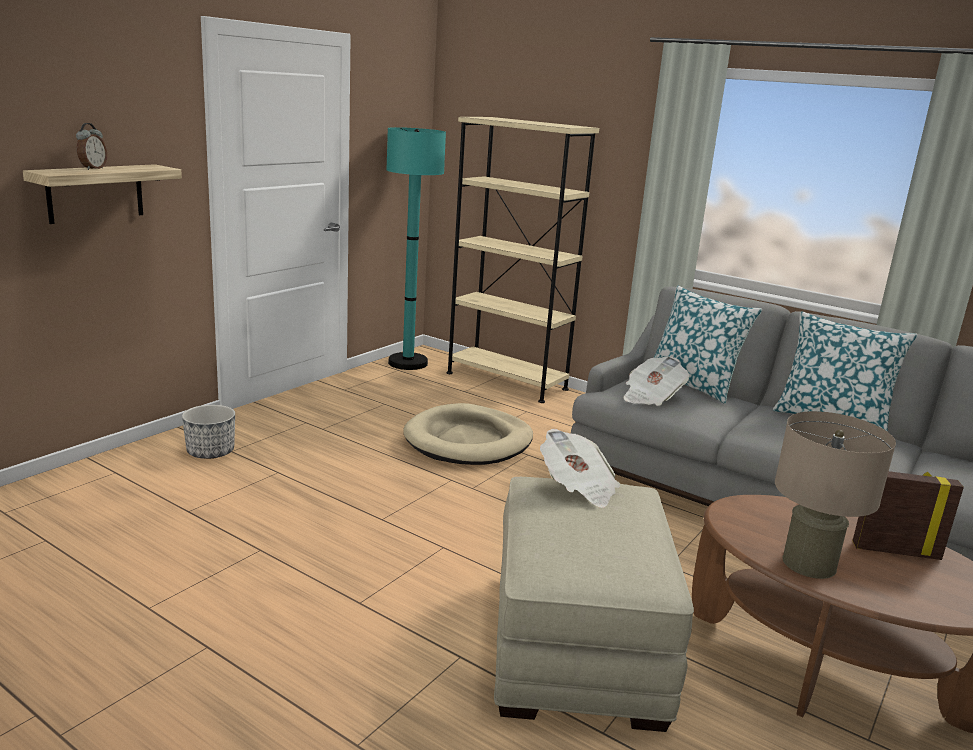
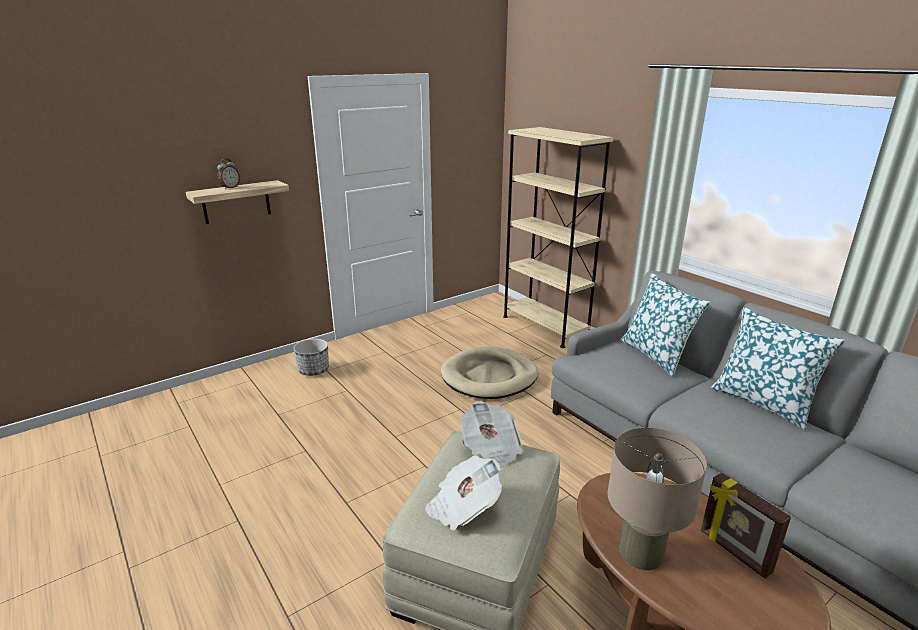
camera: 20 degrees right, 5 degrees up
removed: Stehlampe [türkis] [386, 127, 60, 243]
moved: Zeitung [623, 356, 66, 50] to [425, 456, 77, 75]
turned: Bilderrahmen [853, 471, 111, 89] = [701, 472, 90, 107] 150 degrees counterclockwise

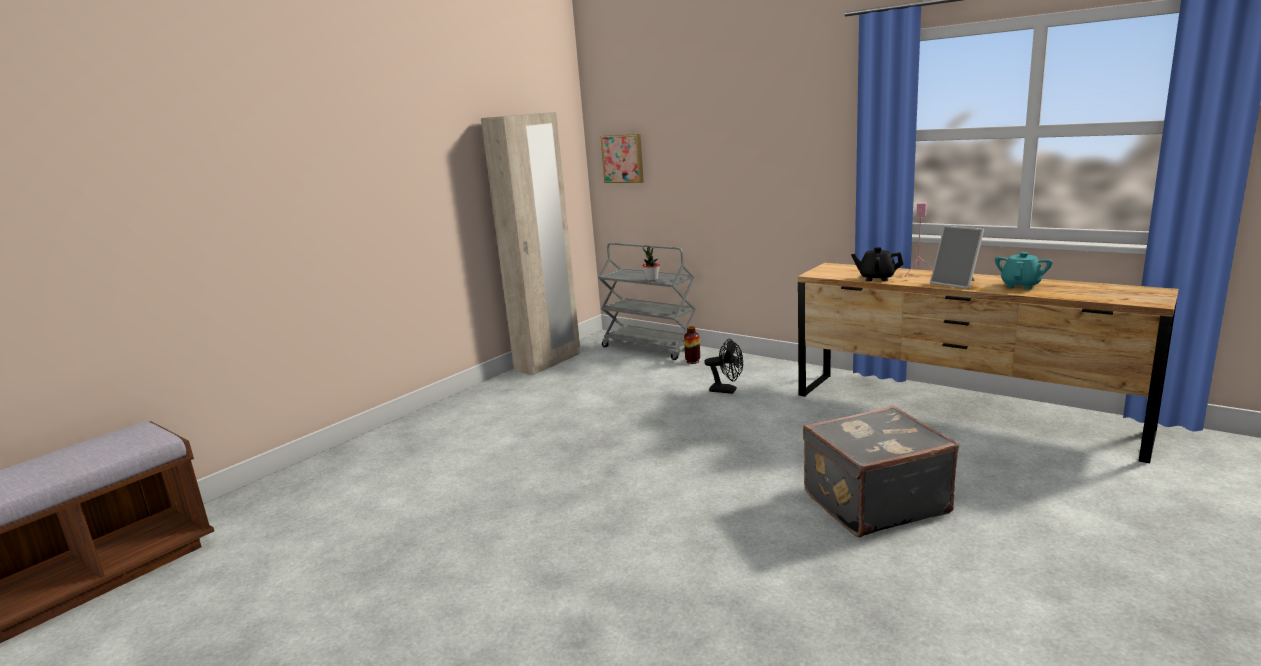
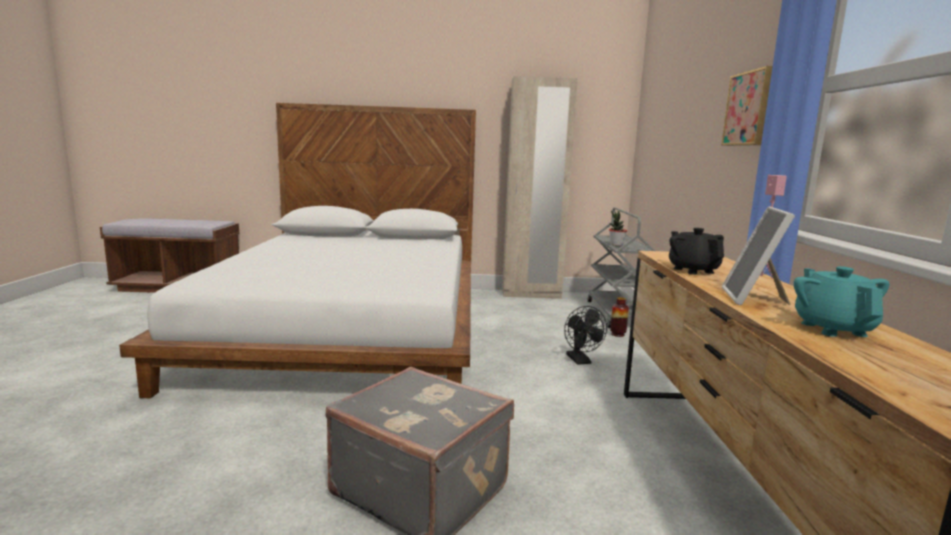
camera: 50 degrees right, 5 degrees down
added: Bett [weiß] [119, 103, 357, 295]
moved: Bild [600, 134, 44, 49] to [721, 66, 52, 80]
turned: Teekanne [türkis] [995, 252, 58, 38] = [794, 266, 95, 71] 90 degrees counterclockwise

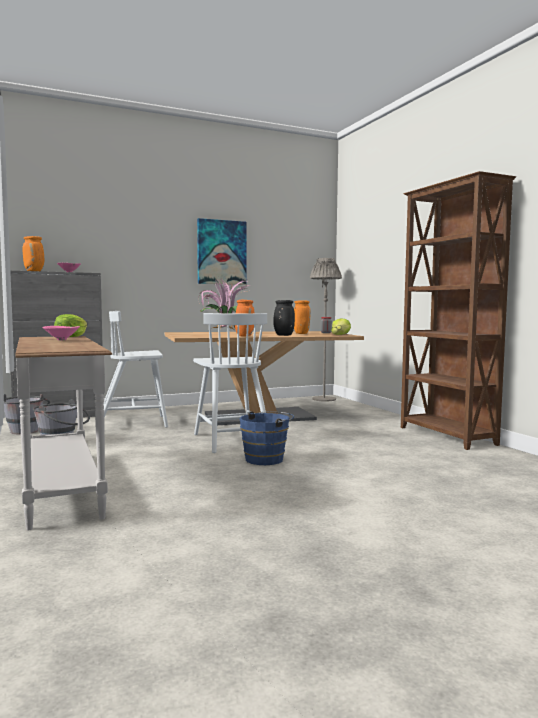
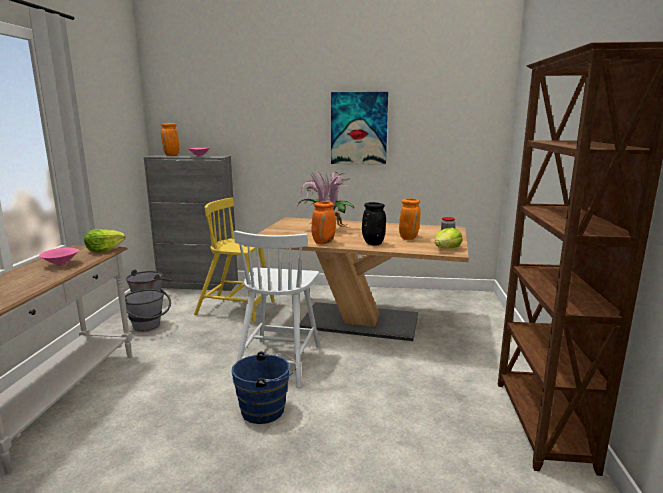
camera: 30 degrees right, 10 degrees up
removed: Stehlampe [grau] [310, 258, 32, 144]
recoloured: Stuhl [weiß] [104, 311, 64, 117] to Stuhl [gelb] [194, 198, 81, 124]

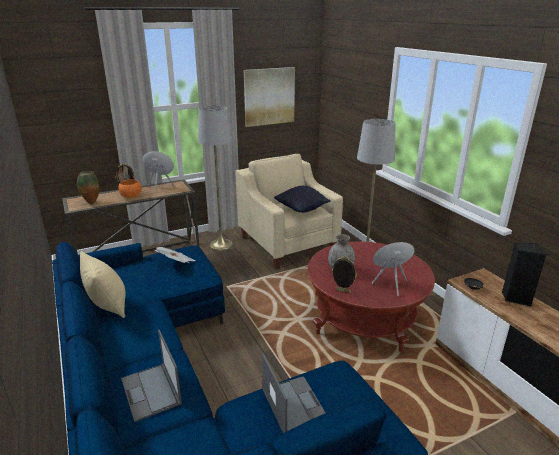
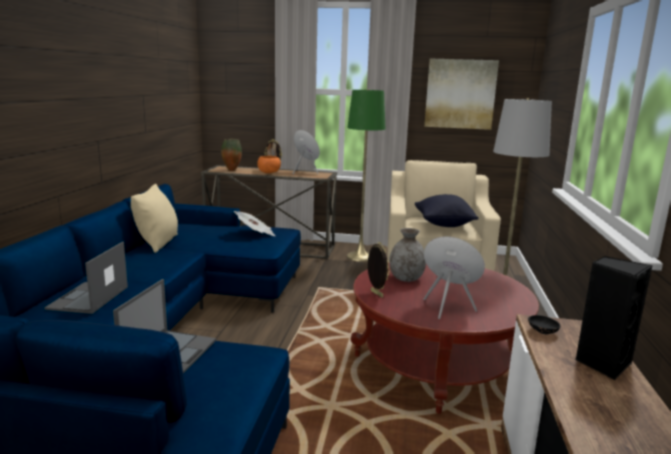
camera: 35 degrees right, 10 degrees down
recoloured: Stehlampe [grau] [198, 106, 35, 145] to Stehlampe [grün] [347, 89, 39, 173]

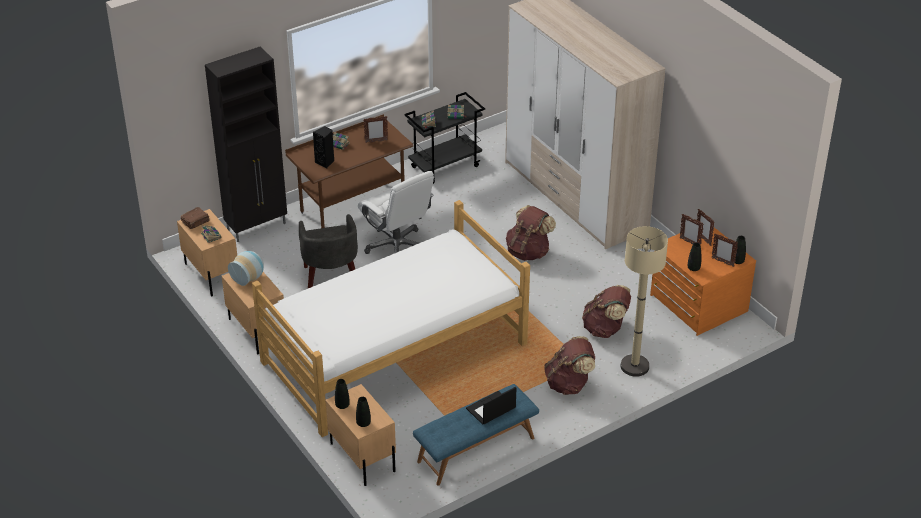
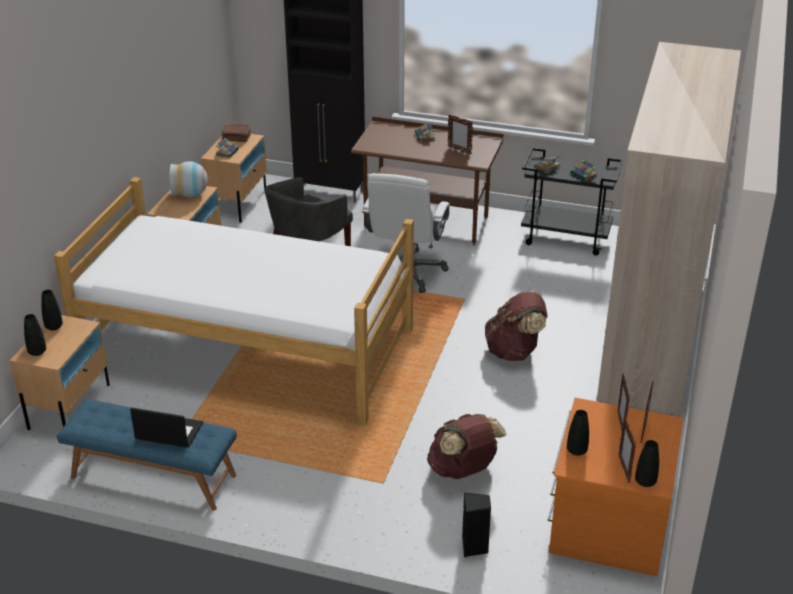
camera: 50 degrees right, 5 degrees down
removed: Rucksack [braun] [544, 336, 51, 59]; Stehlampe [beige] [621, 226, 47, 151]
moved: Lautsprecher [schwarz] [313, 126, 21, 42] to [462, 492, 29, 65]

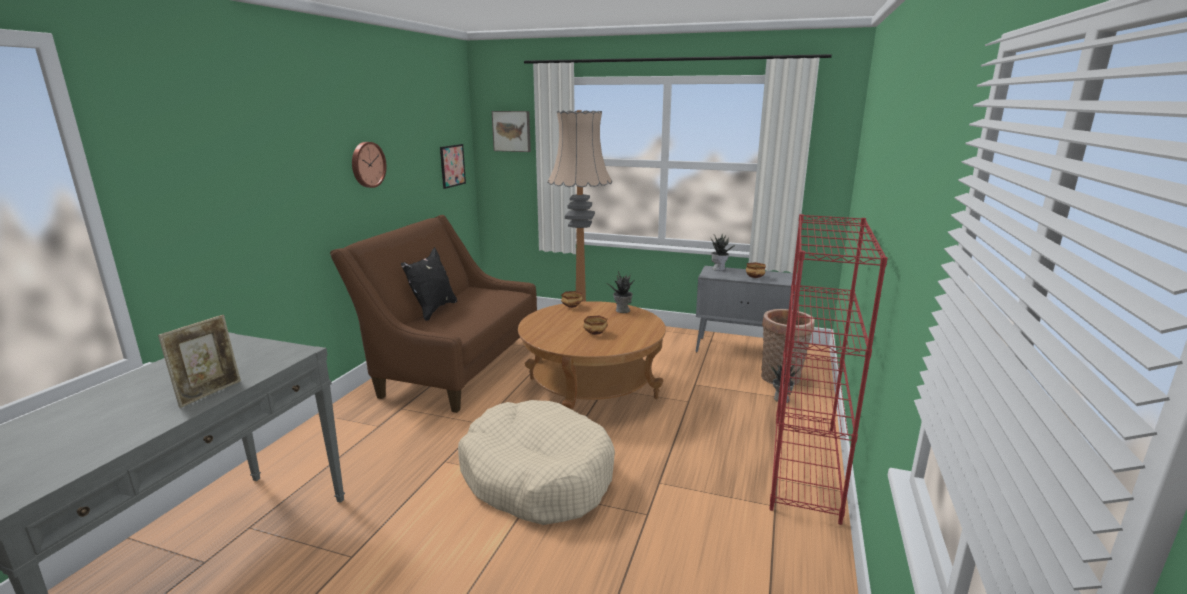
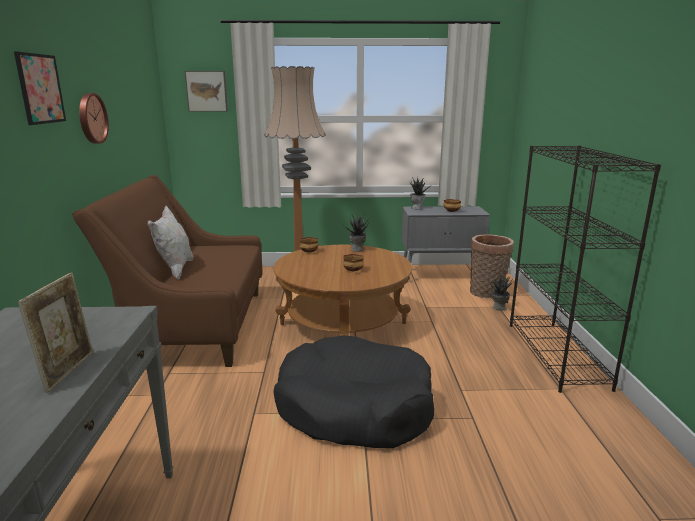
camera: 20 degrees left, 0 degrees up
moved: Bild [440, 144, 26, 45] to [14, 51, 52, 74]
recoloured: Kissen [schwarz] [401, 247, 56, 74] to Kissen [weiß] [147, 206, 47, 74]; Hundebett [beige] [458, 400, 157, 125] to Hundebett [schwarz] [273, 335, 161, 113]; Bücherregal [rot] [769, 214, 119, 311] to Bücherregal [schwarz] [510, 145, 151, 248]

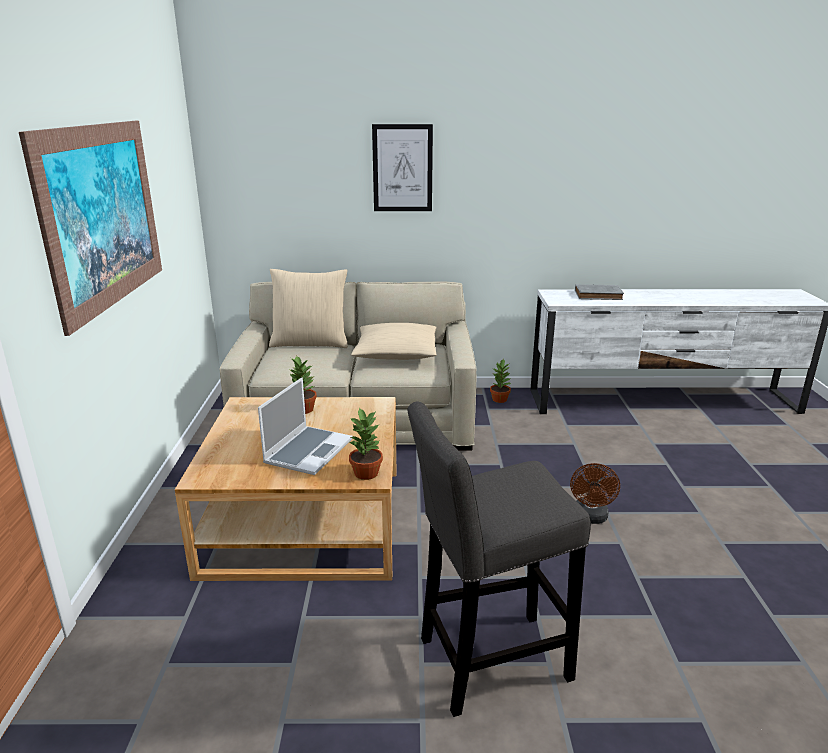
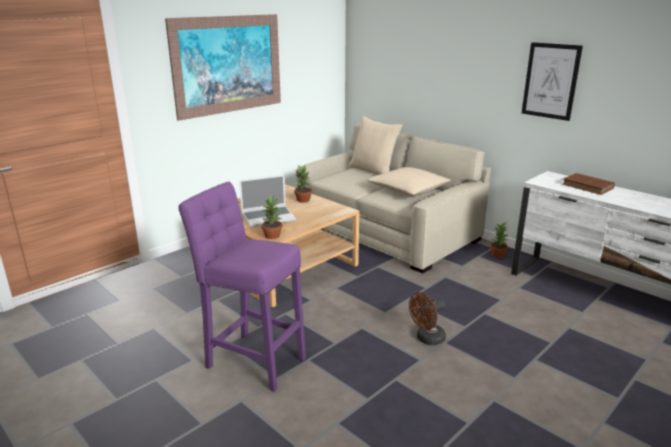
camera: 45 degrees right, 0 degrees up
moved: Bild [372, 124, 61, 87] to [522, 42, 61, 79]
recoloured: Hocker [grau] [408, 402, 183, 315] to Hocker [lila] [178, 182, 128, 210]; Buch [grau] [575, 284, 49, 16] to Buch [braun] [562, 173, 53, 22]

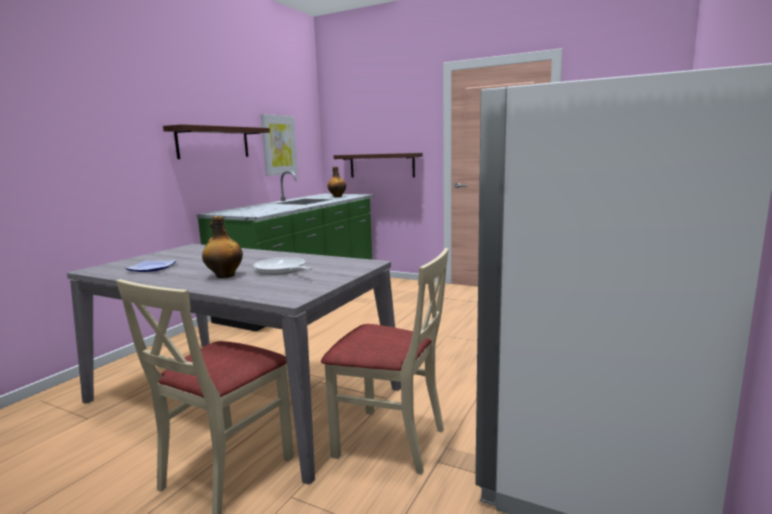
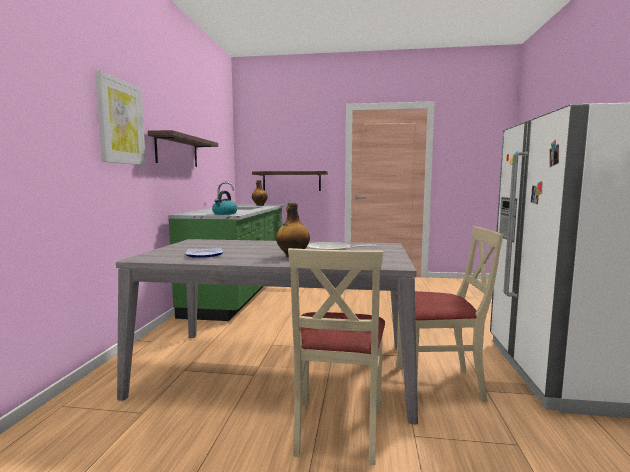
camera: 20 degrees left, 5 degrees down
added: Wasserkessel [212, 191, 25, 24]
moved: Bild [261, 114, 37, 62] to [95, 70, 51, 95]

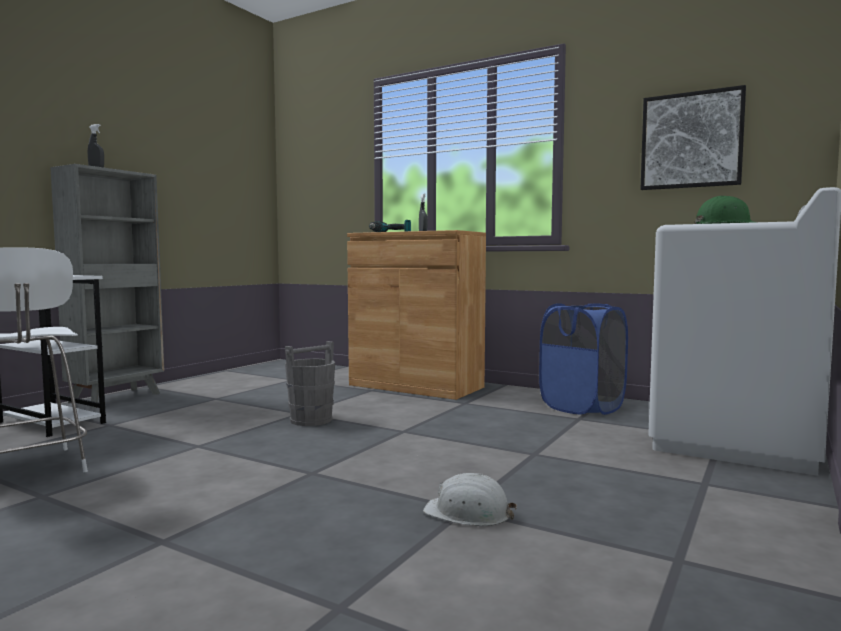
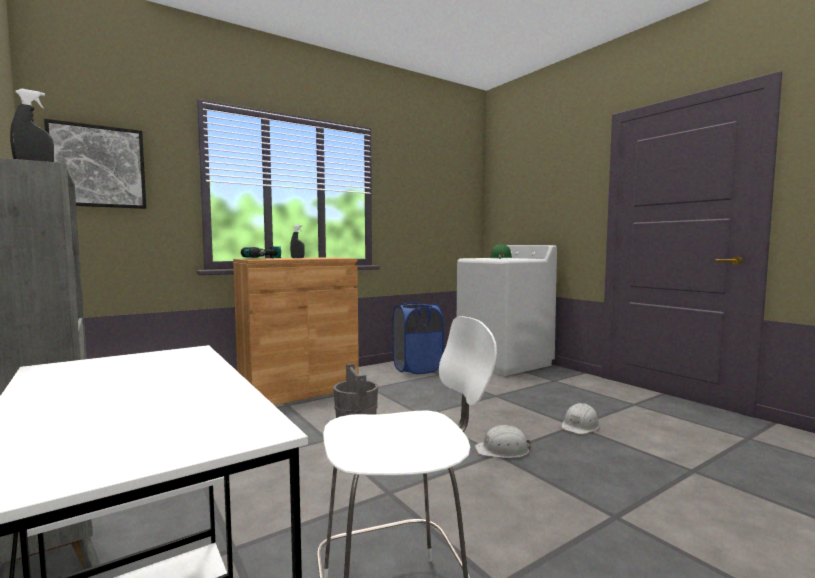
camera: 65 degrees left, 0 degrees up
added: Schutzhelm [weiß] [475, 425, 56, 33]
moved: Bild [641, 85, 105, 105] to [44, 119, 102, 90]

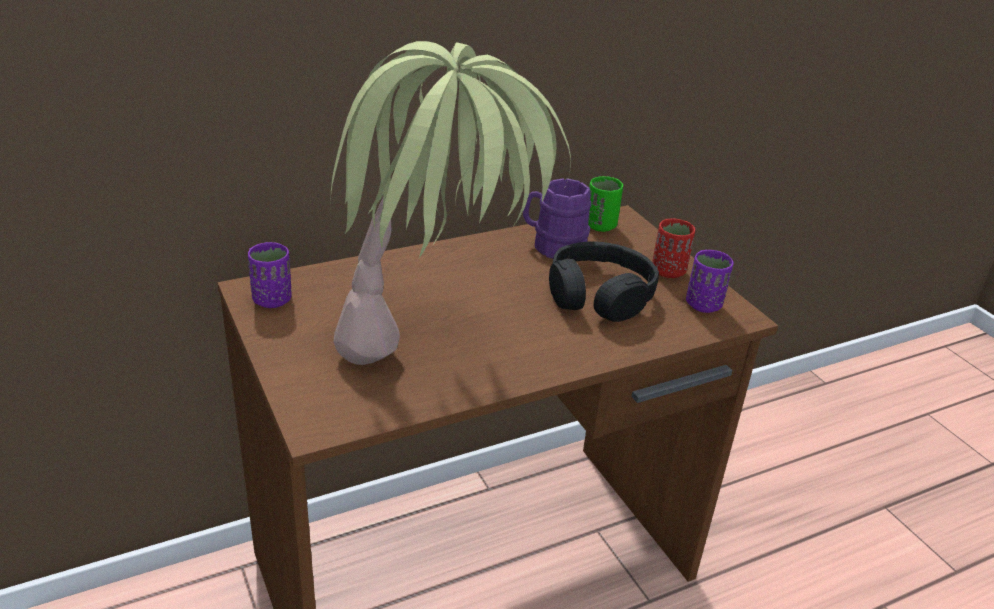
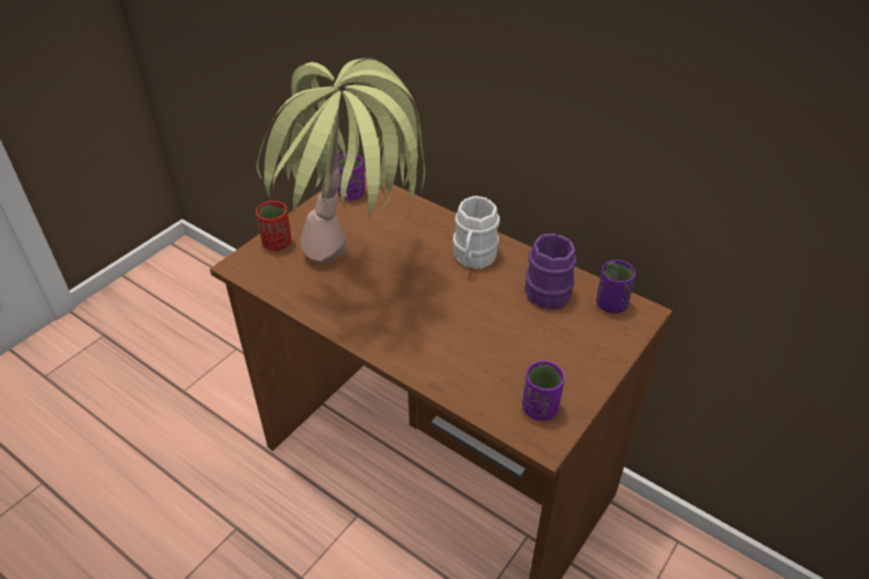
camera: 65 degrees right, 10 degrees up
removed: Kopfhörer [schwarz] [549, 241, 110, 81]
added: Henkelbecher [weiß] [453, 196, 47, 73]
moved: Tasse [rot] [652, 218, 43, 60] to [256, 201, 35, 50]
recoloured: Tasse [grün] [588, 176, 35, 56] to Tasse [lila] [596, 260, 40, 53]

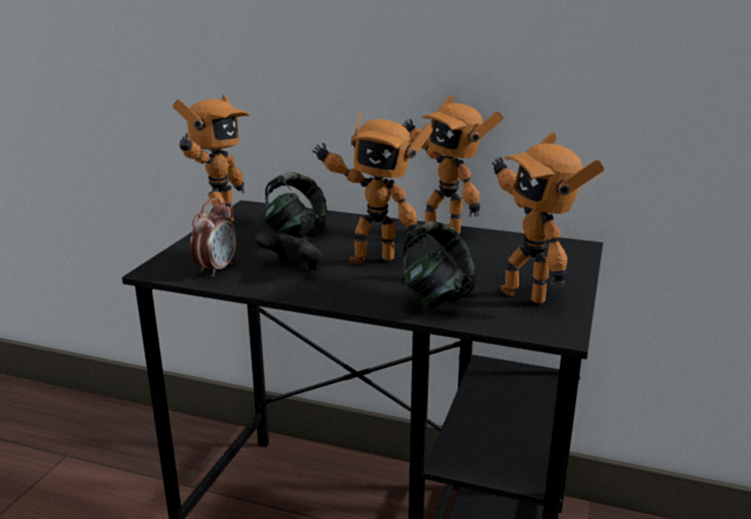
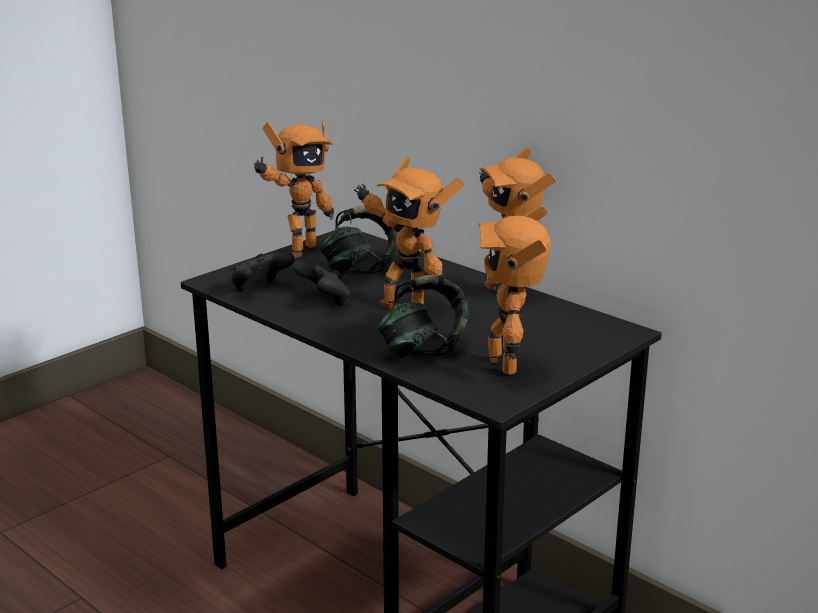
camera: 25 degrees right, 0 degrees up
replaced: Wecker [190, 198, 47, 79] to Gamepad [schwarz] [231, 252, 64, 39]

